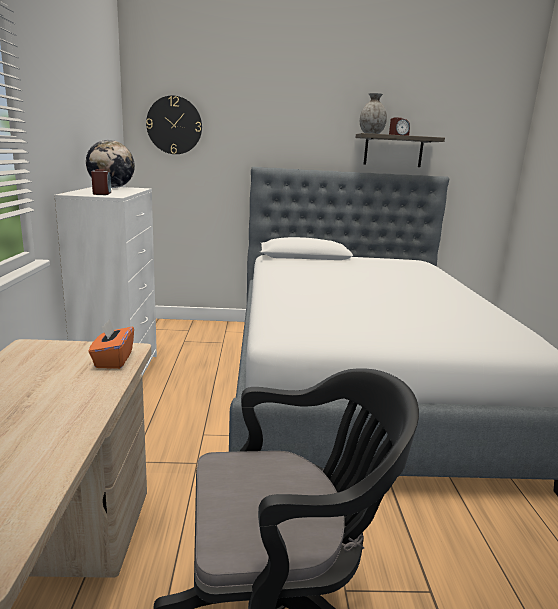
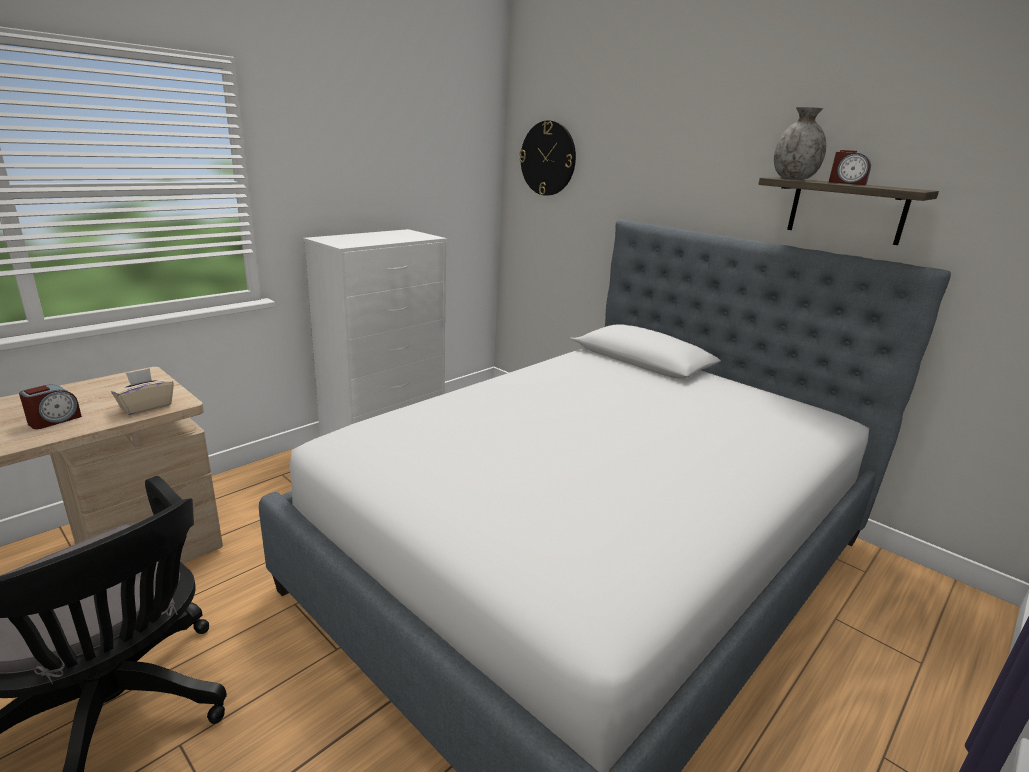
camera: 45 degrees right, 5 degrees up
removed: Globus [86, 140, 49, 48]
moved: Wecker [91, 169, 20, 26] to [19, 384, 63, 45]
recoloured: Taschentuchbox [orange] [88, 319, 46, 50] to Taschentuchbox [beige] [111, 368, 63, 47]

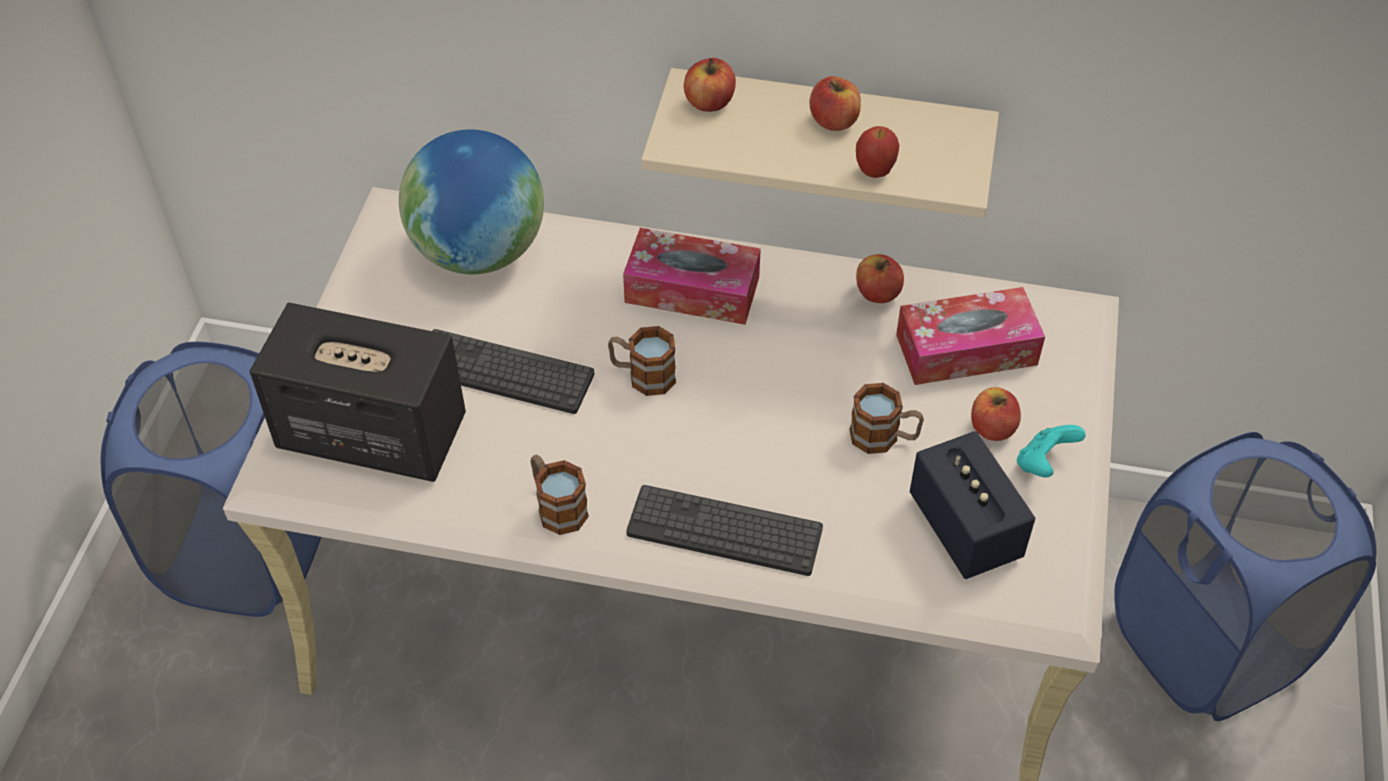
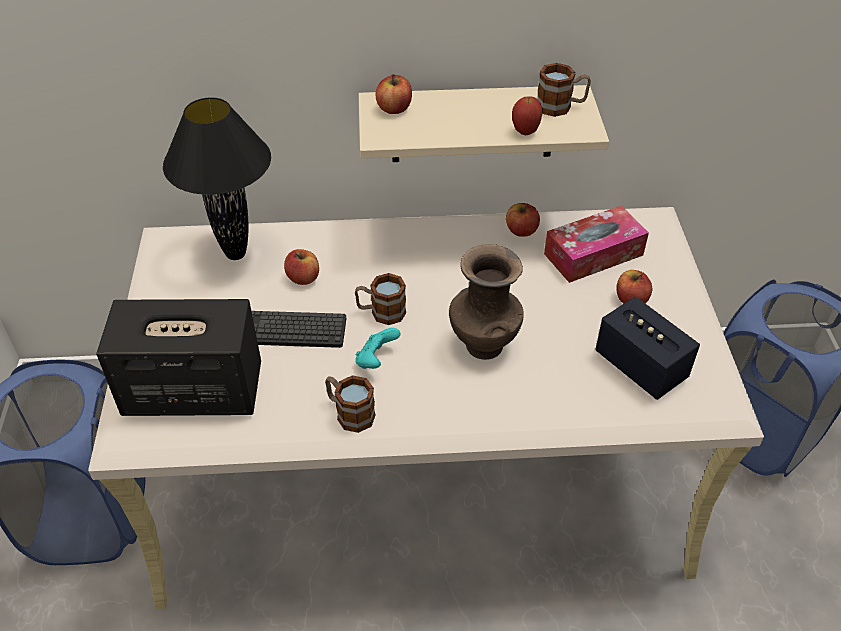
camera: 15 degrees left, 5 degrees down
removed: Taschentuchbox [623, 228, 138, 97]; Tastatur [626, 485, 197, 91]
added: Vase [braun] [449, 244, 75, 116]
moved: Apfel [810, 76, 51, 55] to [284, 249, 35, 36]; Henkelbecher [849, 383, 75, 71] to [537, 63, 54, 54]; Gamepad [türkis] [1017, 425, 69, 52] to [355, 328, 45, 41]
replaced: Globus [399, 129, 145, 145] to Tischlampe [schwarz] [163, 97, 108, 163]

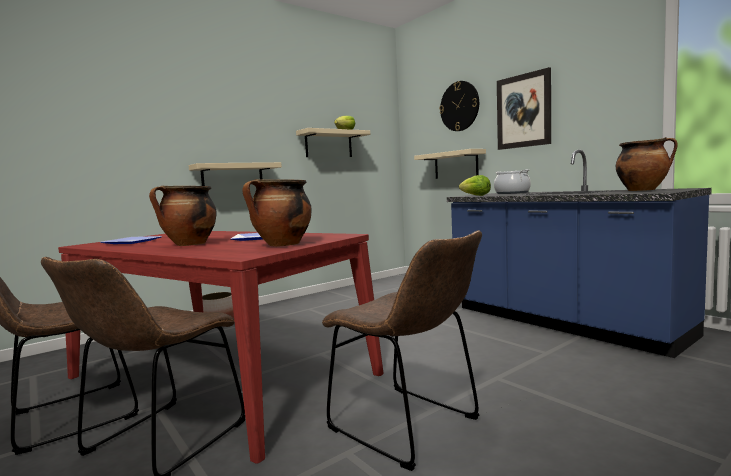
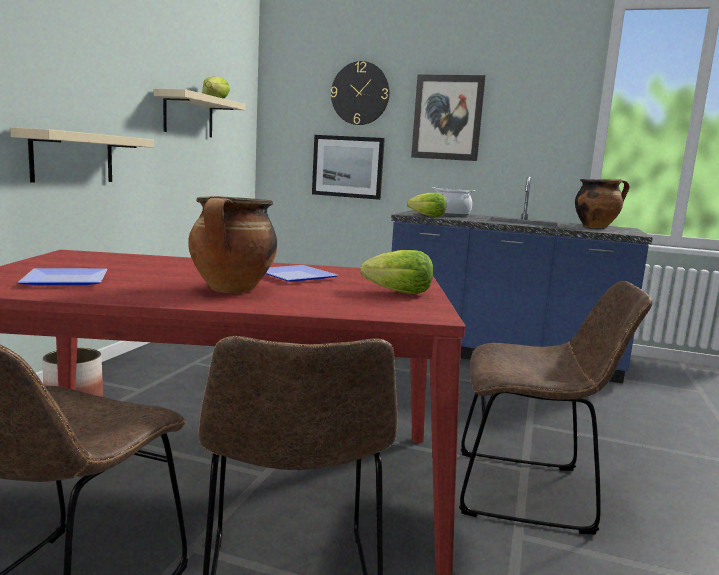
camera: 35 degrees left, 5 degrees up
replaced: Kochtopf [242, 179, 69, 68] to Salatkopf [360, 250, 73, 44]; Wandregal [beige] [414, 149, 72, 30] to Bild [312, 135, 73, 65]

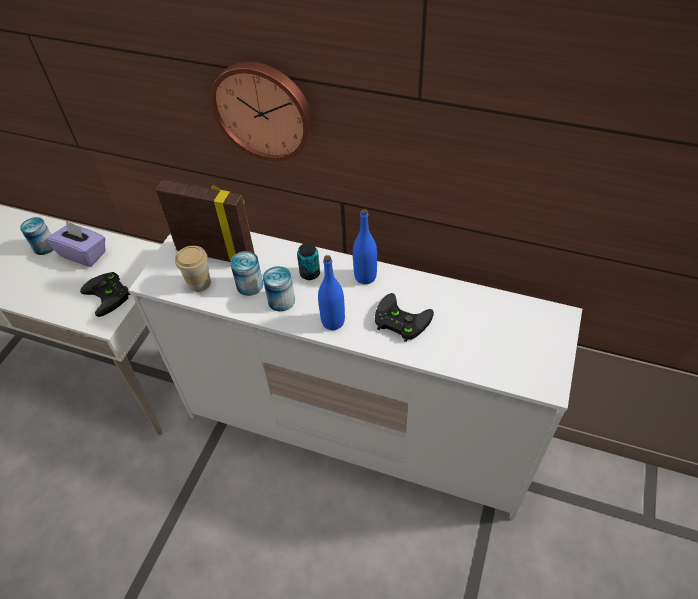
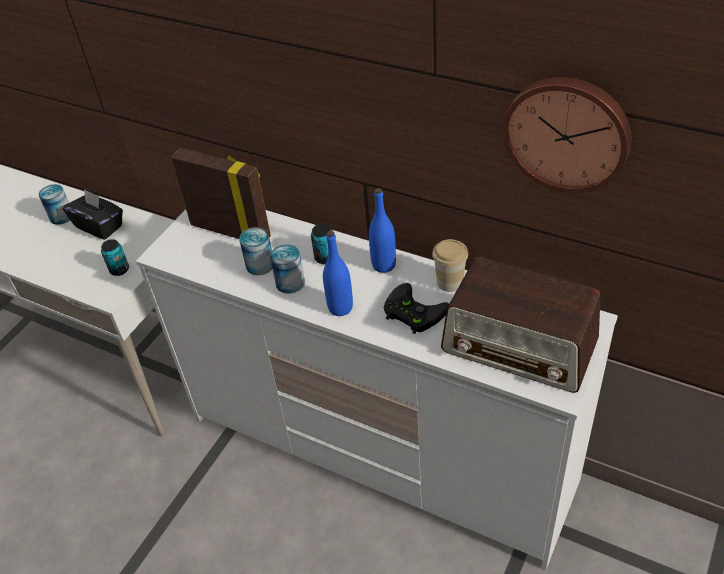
camera: 10 degrees right, 5 degrees down
added: Radio [441, 257, 160, 136]
moved: Tasse [175, 246, 36, 46] to [432, 239, 36, 53]; Wanduhr [210, 61, 103, 100] to [503, 77, 129, 116]
replaced: Gamepad [schwarz] [80, 272, 51, 45] to Dose [101, 239, 28, 37]
recoloured: Taschentuchbox [lila] [46, 221, 60, 46] to Taschentuchbox [schwarz] [63, 189, 60, 51]

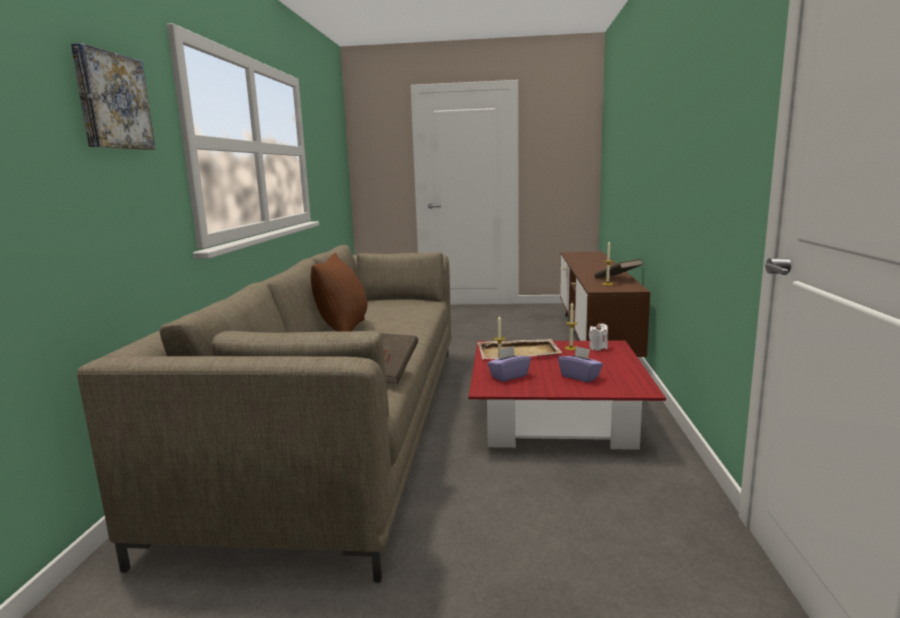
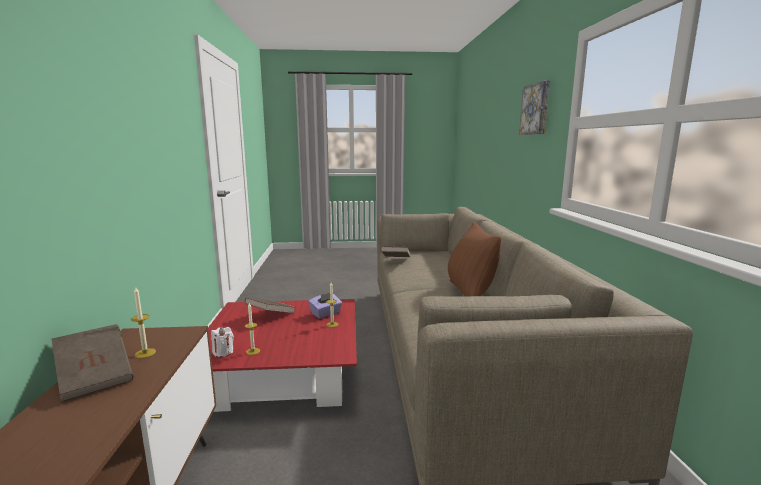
camera: 170 degrees right, 0 degrees up
removed: Tablett [beige] [477, 339, 85, 20]
replaced: Taschentuchbox [lila] [558, 346, 45, 36] to Buch [braun] [245, 297, 51, 16]

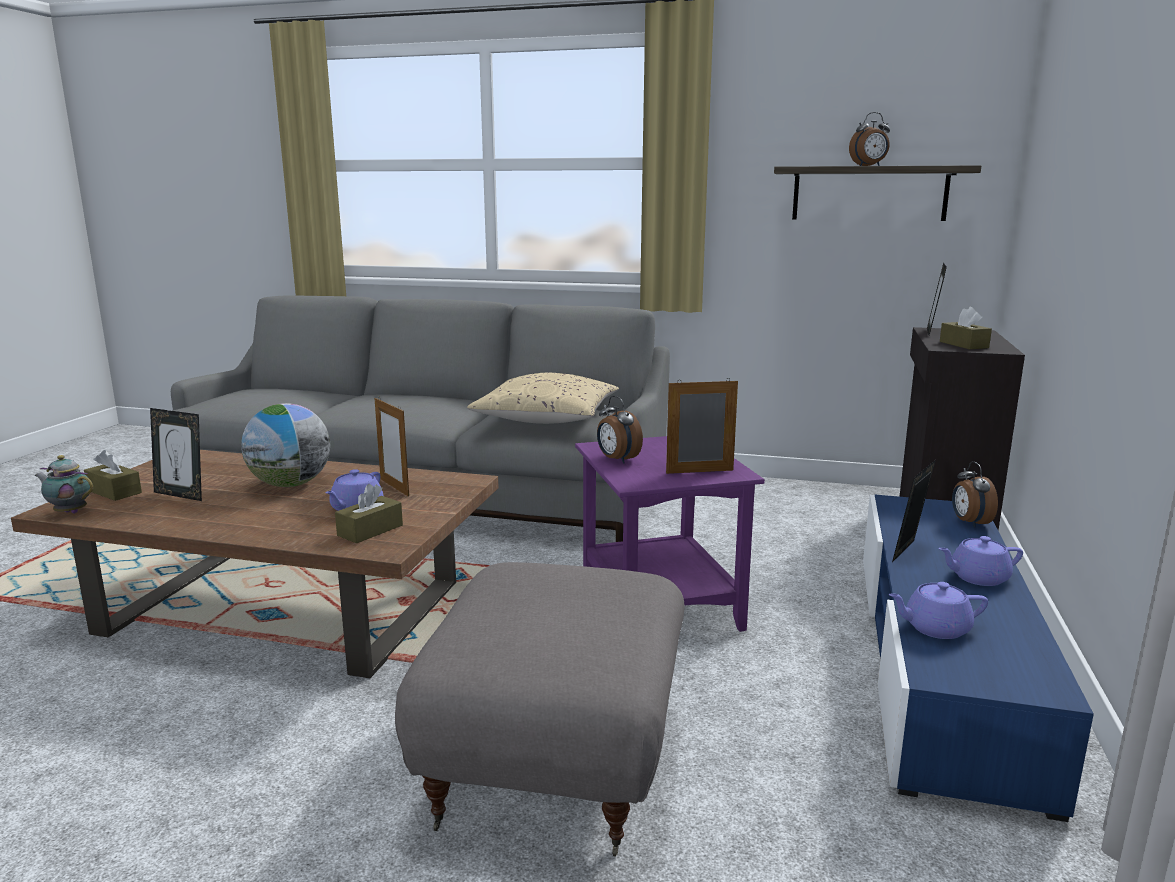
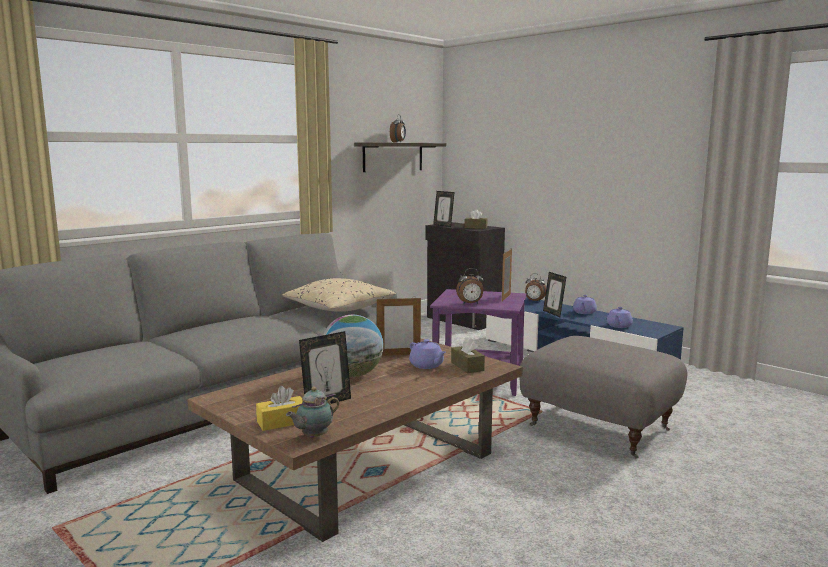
camera: 60 degrees left, 5 degrees down
recoloured: Taschentuchbox [braun] [84, 450, 58, 51] to Taschentuchbox [gelb] [256, 386, 47, 45]

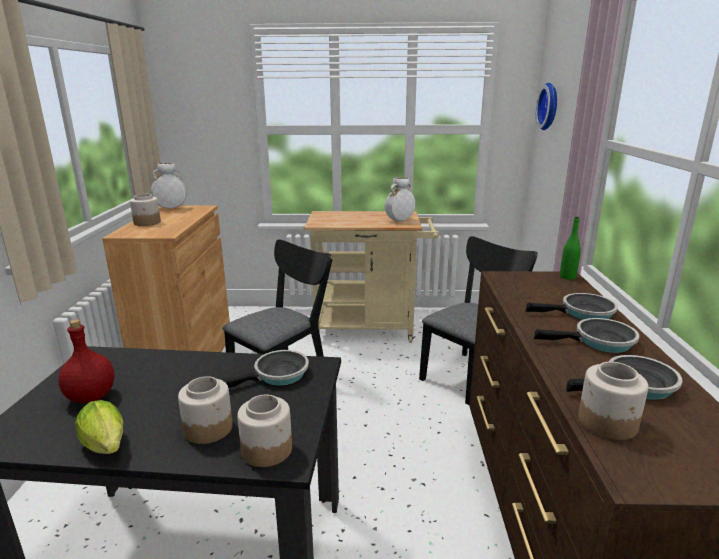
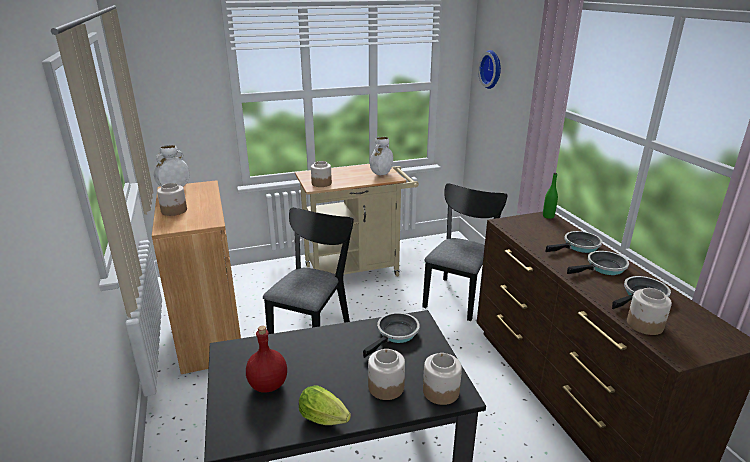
camera: 20 degrees left, 5 degrees up
added: Vorratsglas [311, 161, 21, 26]

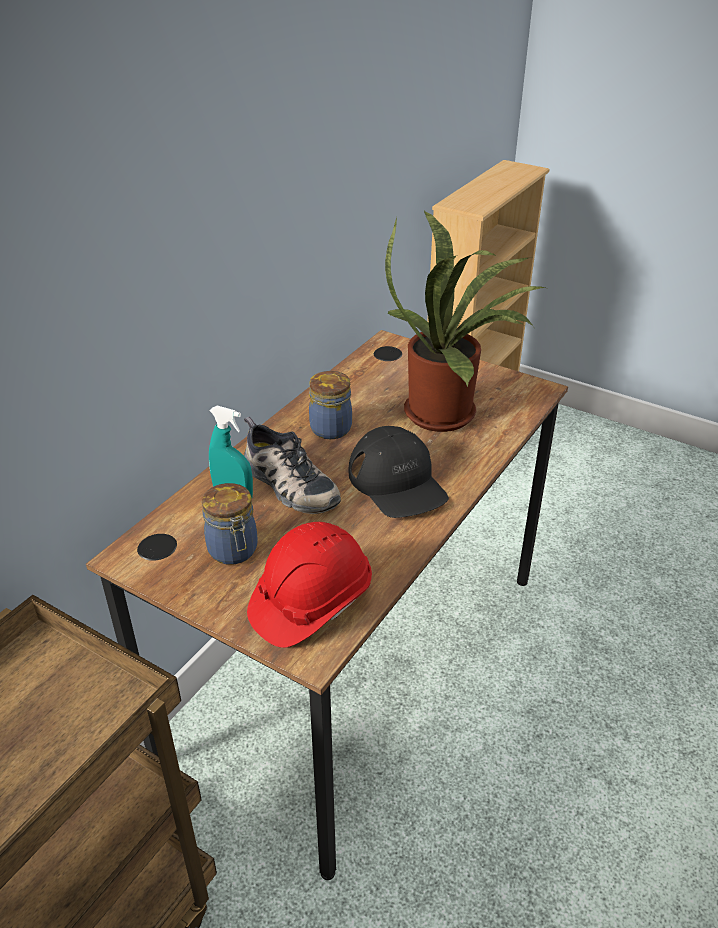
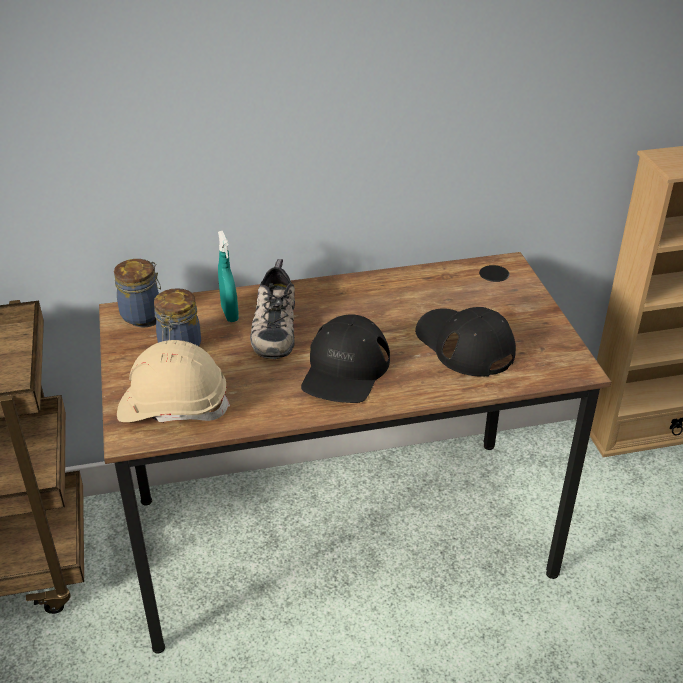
camera: 45 degrees right, 0 degrees up
moved: Vorratsglas [309, 371, 43, 68] to [114, 259, 47, 66]
replaced: Topfpflanze [385, 211, 160, 221] to Kappe [schwarz] [415, 307, 101, 69]
recoloured: Schutzhelm [rot] [247, 522, 125, 126] to Schutzhelm [beige] [117, 340, 113, 83]

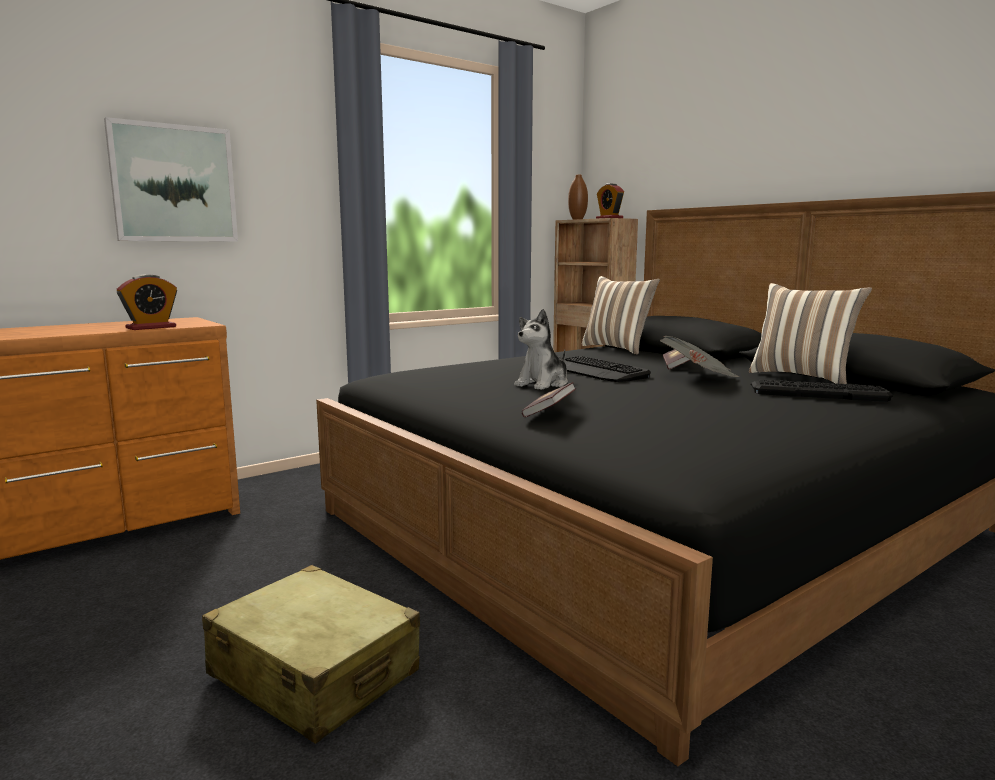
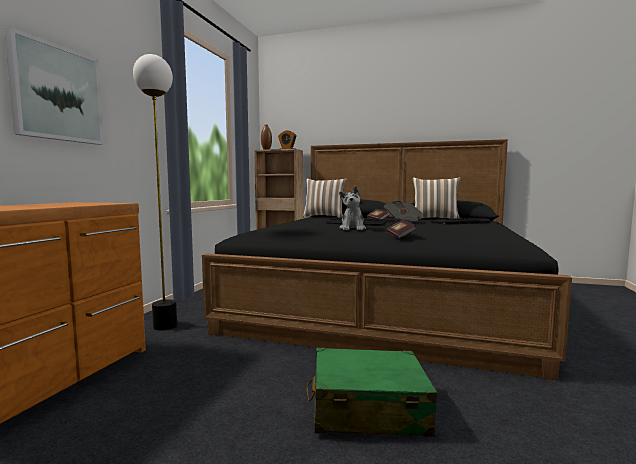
camera: 35 degrees left, 5 degrees down
removed: Wecker [116, 274, 61, 56]
added: Stehlampe [133, 54, 44, 276]
recoloured: Koffer [beige] [202, 565, 218, 179] to Koffer [grün] [307, 348, 130, 89]

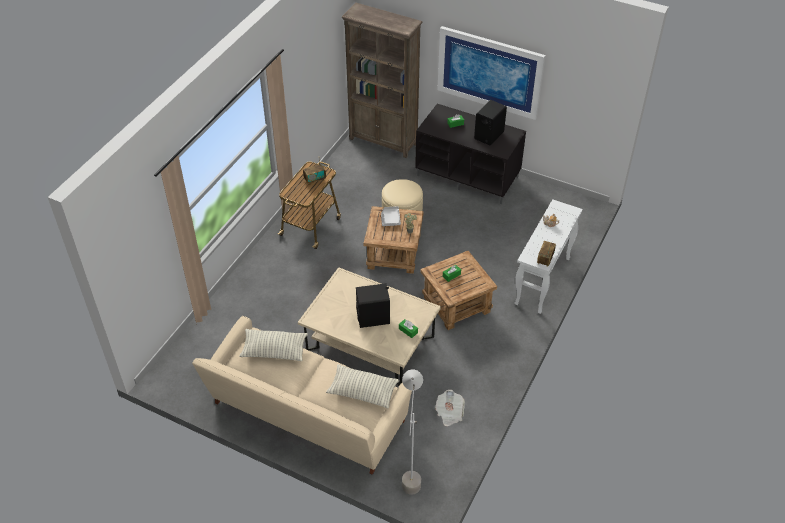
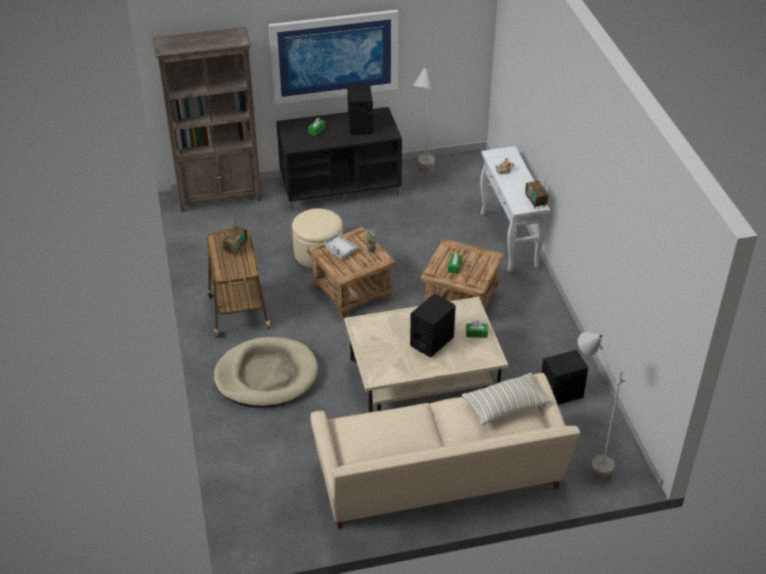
camera: 40 degrees left, 5 degrees down
removed: Kissen [239, 329, 69, 32]
added: Hundebett [beige] [214, 337, 104, 71]; Stehlampe [grau] [413, 66, 22, 108]
replaced: Zeitung [435, 390, 30, 36] to Lautsprecher [schwarz] [541, 350, 47, 55]

